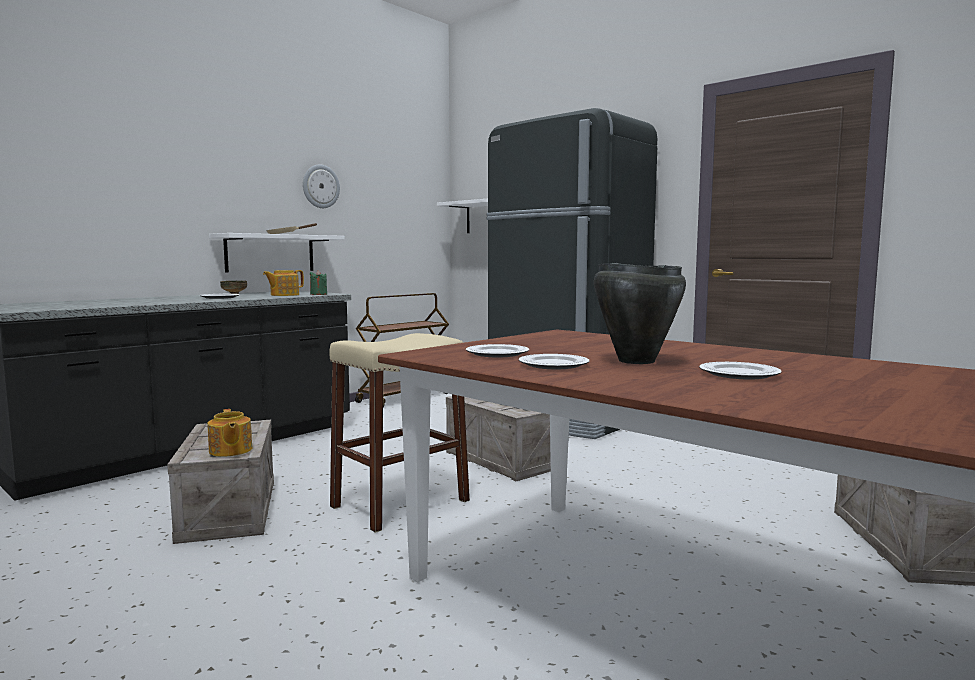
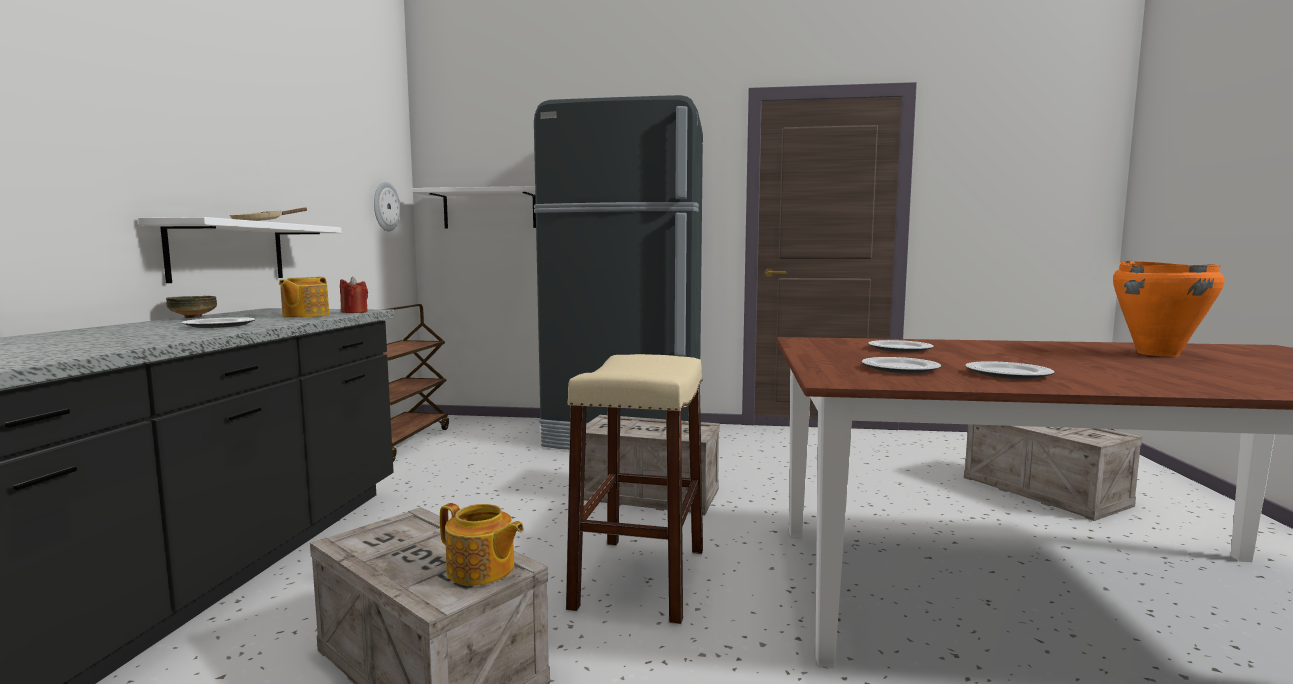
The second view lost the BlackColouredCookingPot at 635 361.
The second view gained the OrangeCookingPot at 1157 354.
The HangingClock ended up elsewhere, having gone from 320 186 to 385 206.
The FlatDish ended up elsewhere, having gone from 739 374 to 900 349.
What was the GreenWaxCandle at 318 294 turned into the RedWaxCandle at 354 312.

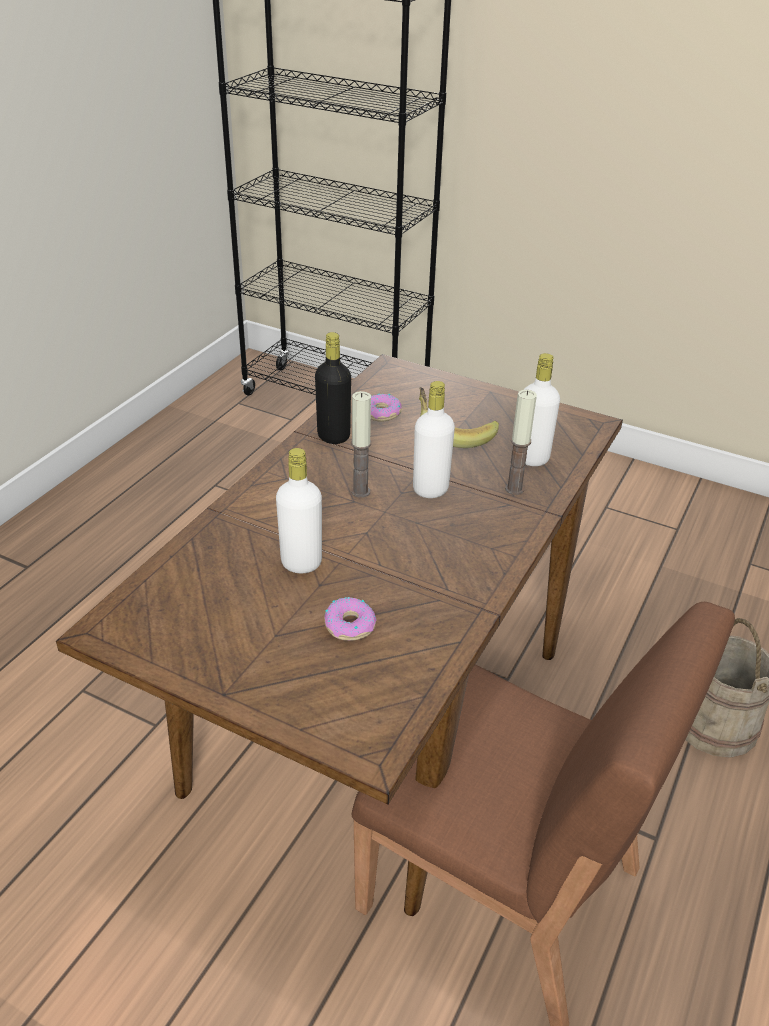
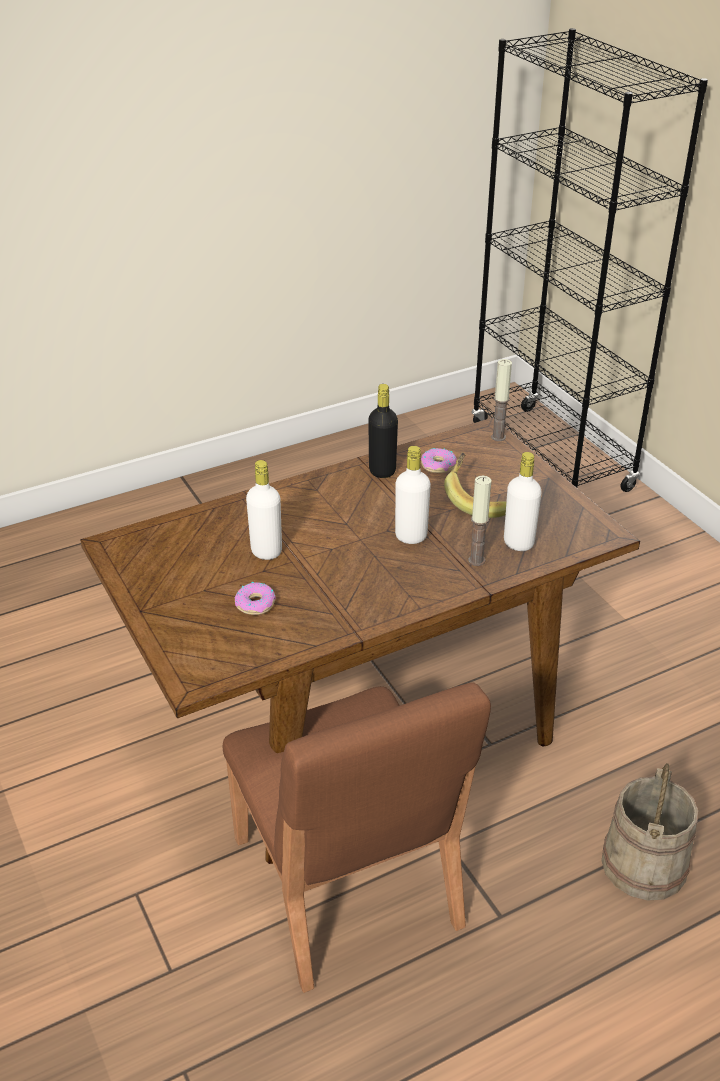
The WaxCandle ended up elsewhere, having gone from 360 491 to 498 437.

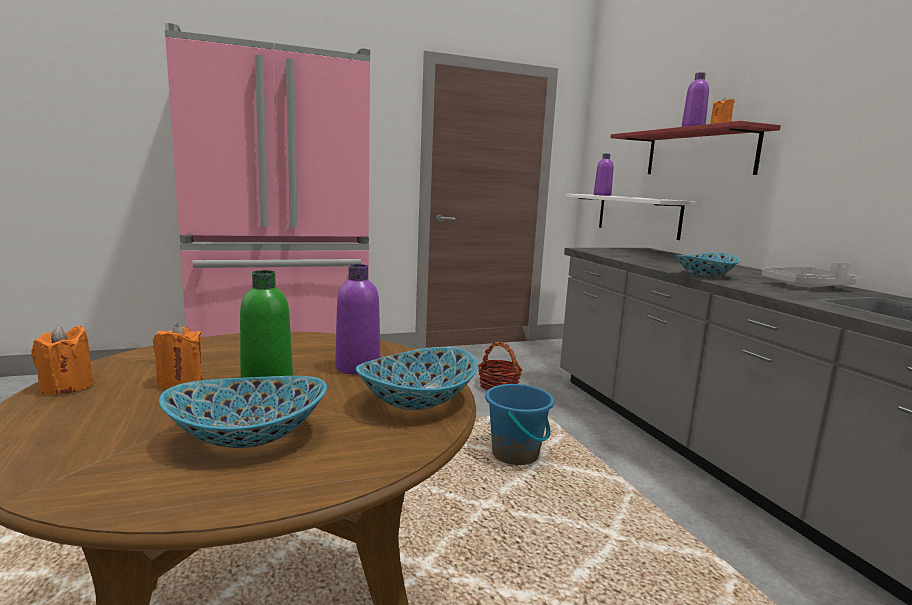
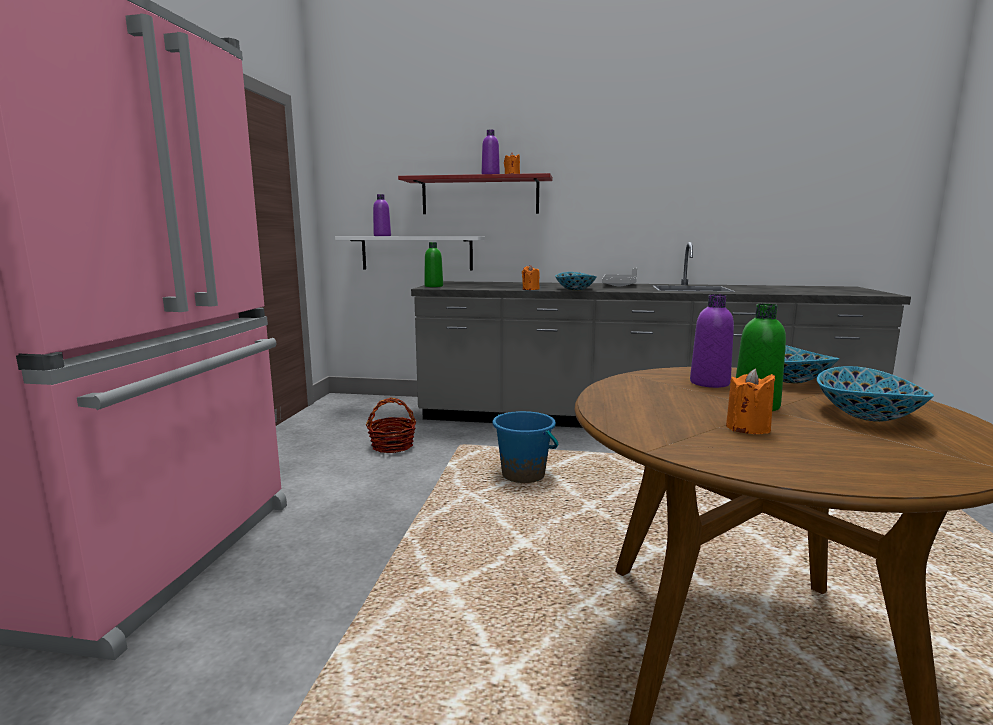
The second view gained the GreenBottle at 434 286.
The OrangeWaxCandle ended up elsewhere, having gone from 66 387 to 530 289.

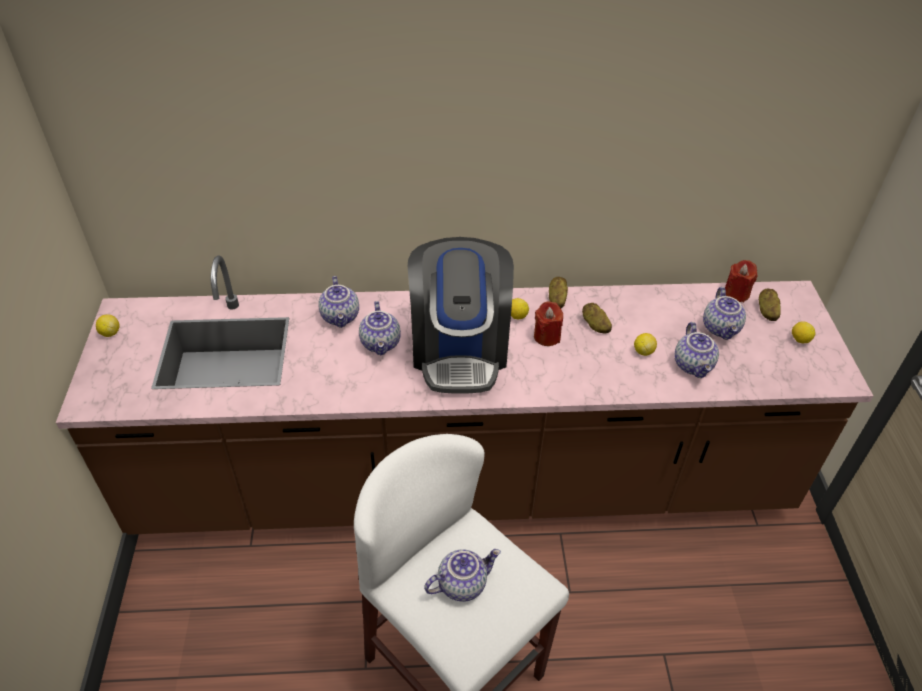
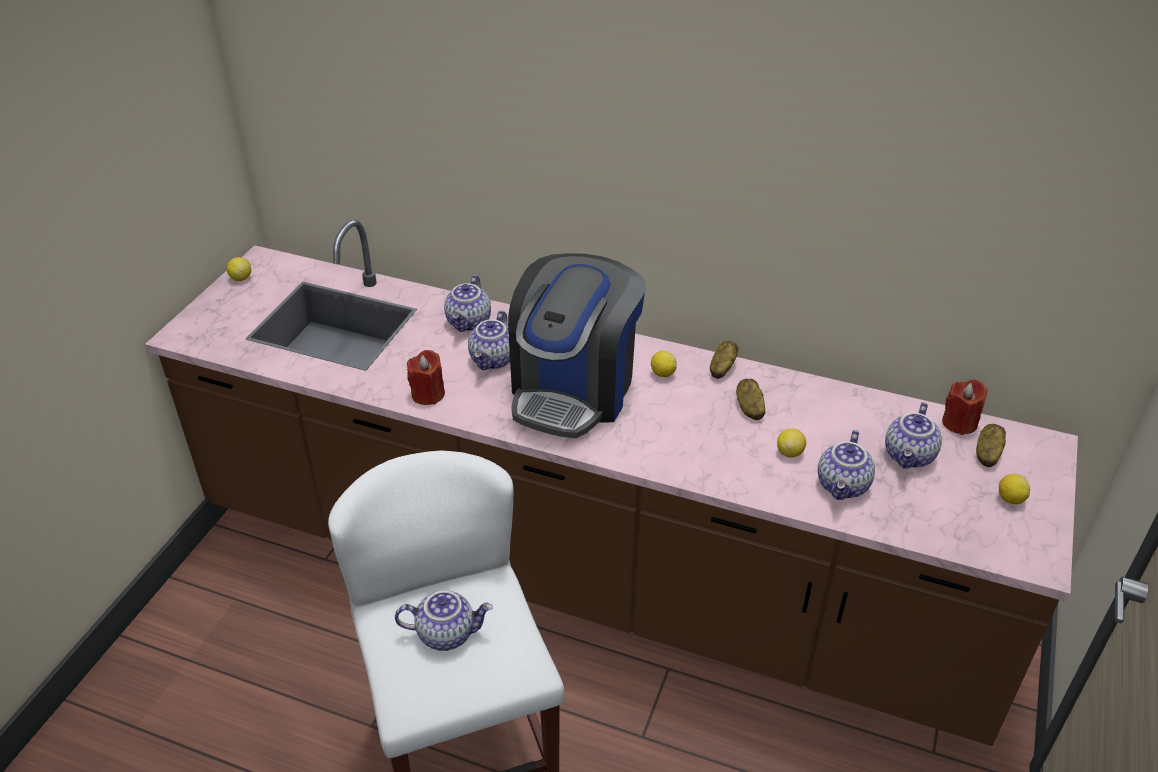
The RedWaxCandle ended up elsewhere, having gone from 547 336 to 428 394.

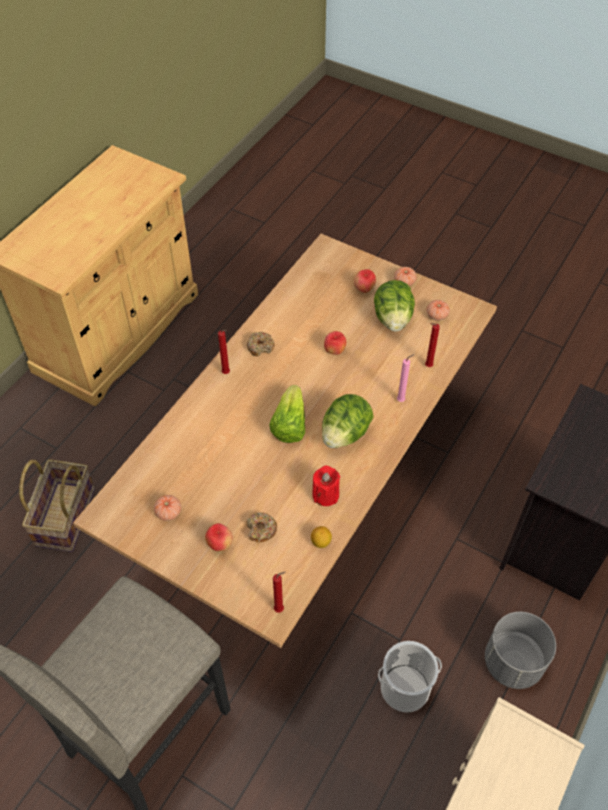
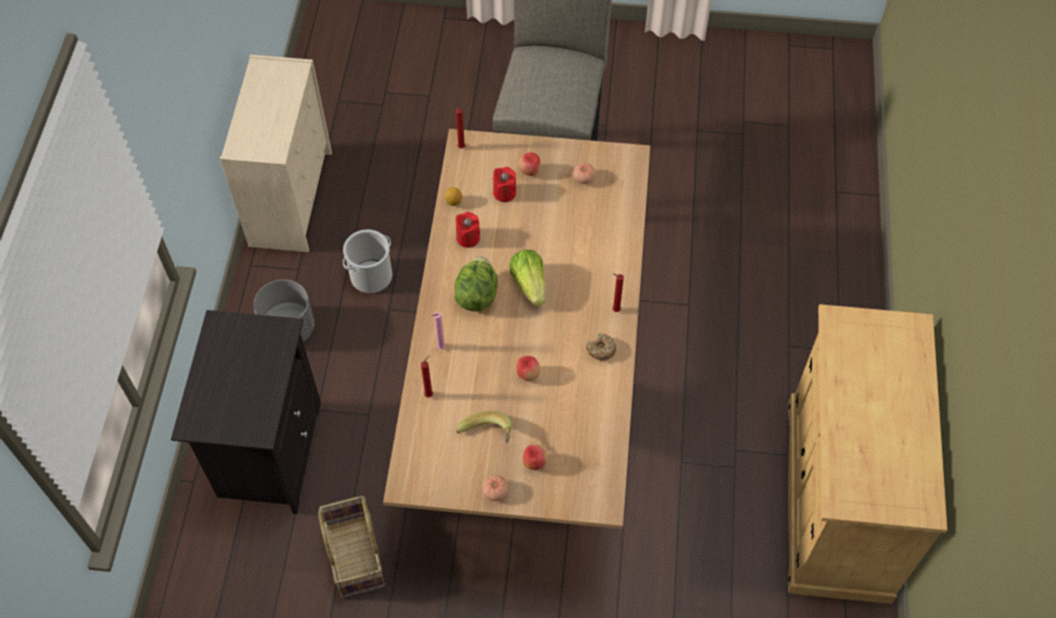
The second view lost the FreshTomato at 437 315.
The HouseholdBasket ended up elsewhere, having gone from 64 516 to 357 556.
Where the RingDoughnut stood at 261 530, the RedWaxCandle came to stand at 504 193.
Where the LettuceHead stood at 393 319, the WholeBanana came to stand at 487 437.

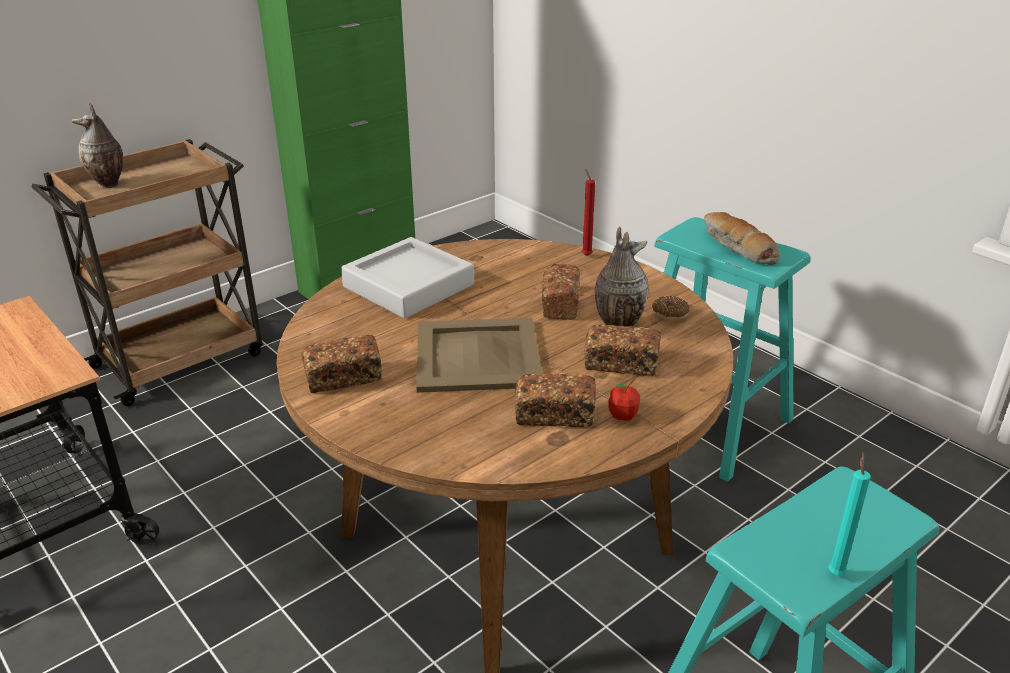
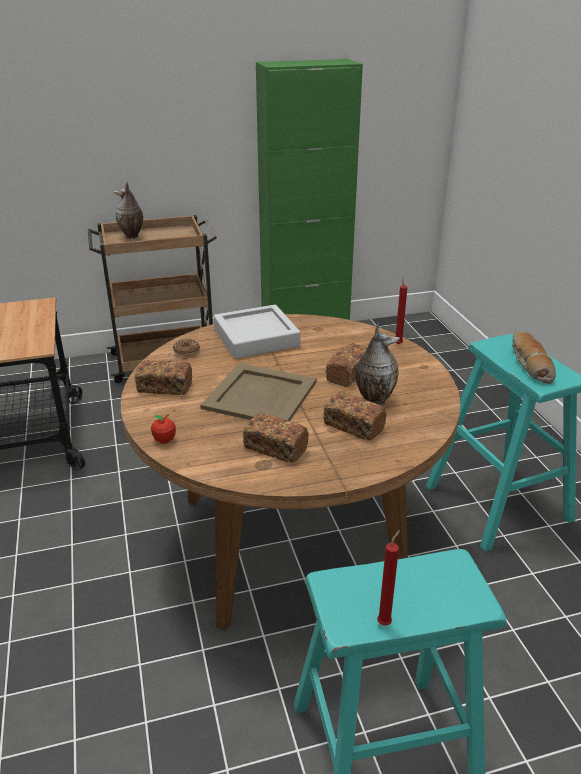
The Apple ended up elsewhere, having gone from 623 416 to 164 440.
The RingDoughnut ended up elsewhere, having gone from 670 314 to 186 351.
What was the TurquoiseColouredWaxCandle at 836 572 turned into the RedWaxCandle at 385 622.

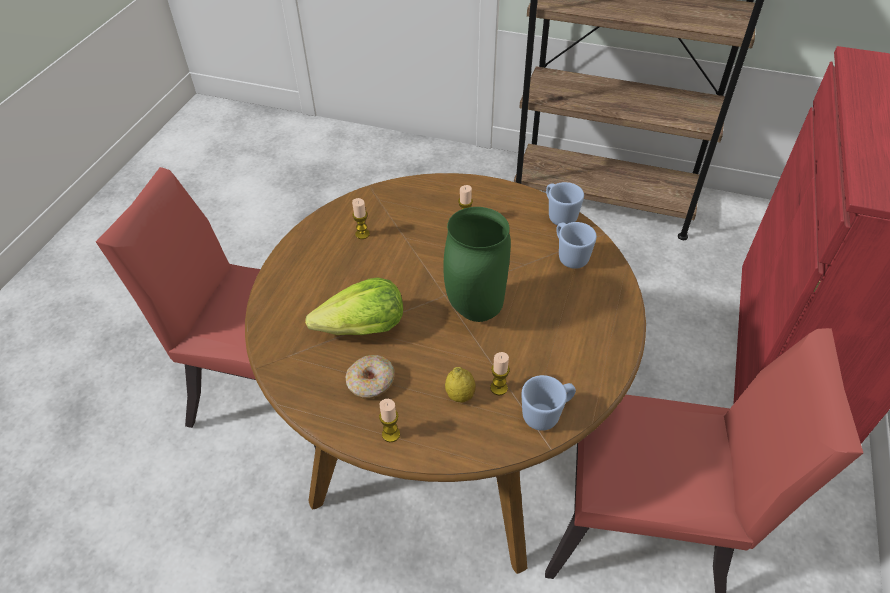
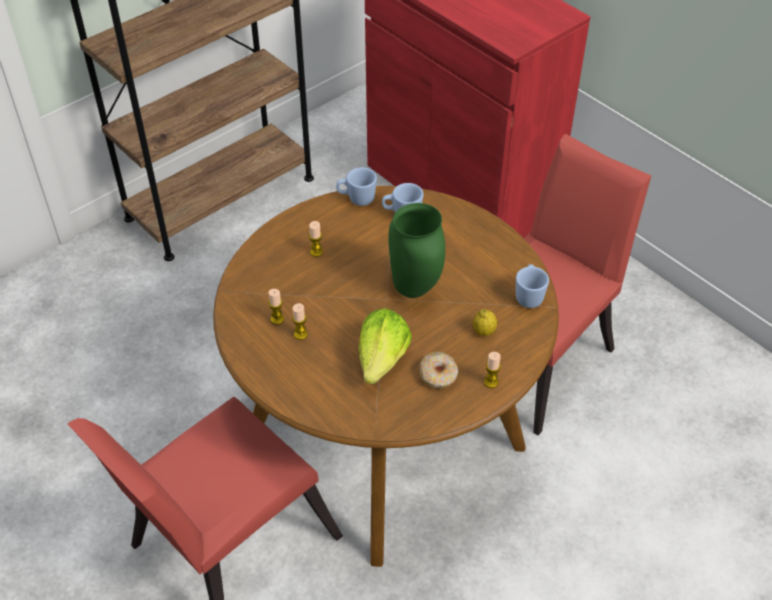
The WaxCandle ended up elsewhere, having gone from 498 388 to 300 334.

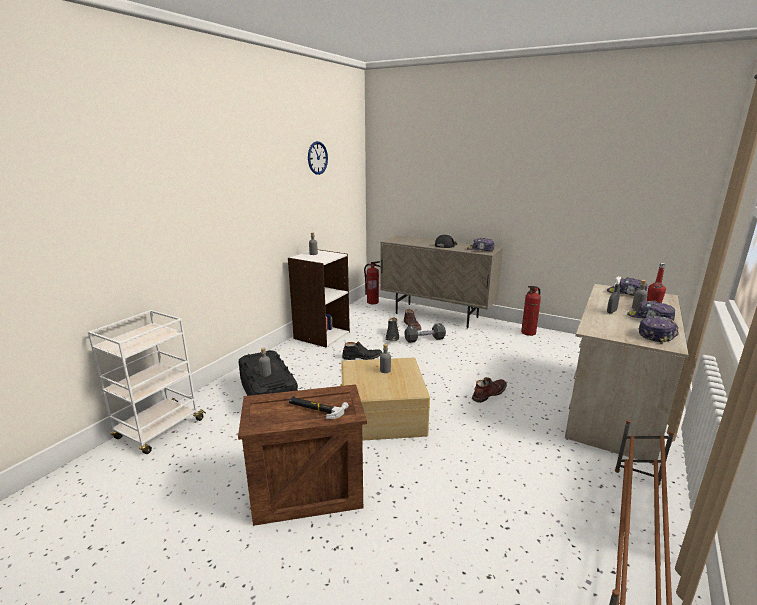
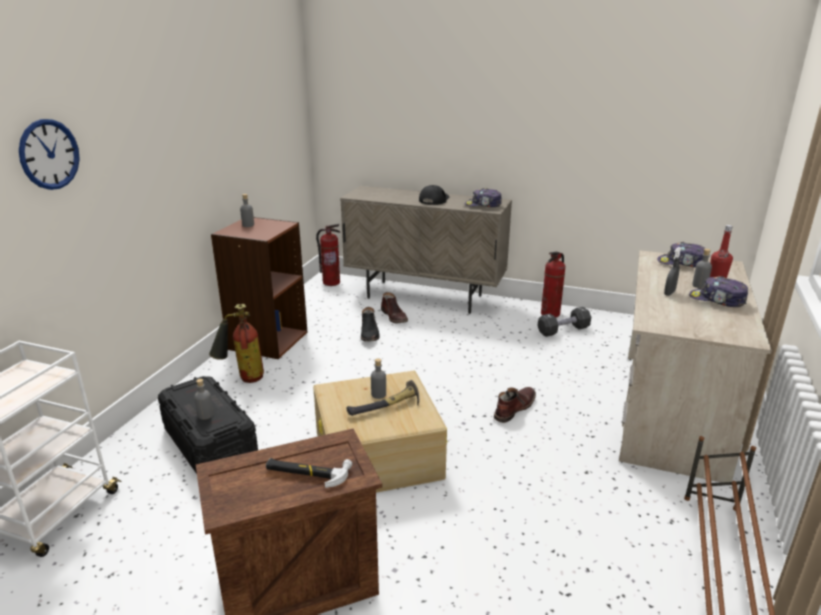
The second view lost the BlackColouredTallBoot at 362 357.
The second view lost the BaseballCap at 657 335.
The second view gained the FireExtinguisher at 242 378.
The second view gained the Hammer at 388 408.
The HangingClock ended up elsewhere, having gone from 317 158 to 49 154.
The BlackColouredFreeWeight ended up elsewhere, having gone from 424 339 to 563 330.
What was the WhitishBookshelf at 321 335 turned into the BrownColouredBookshelf at 267 340.

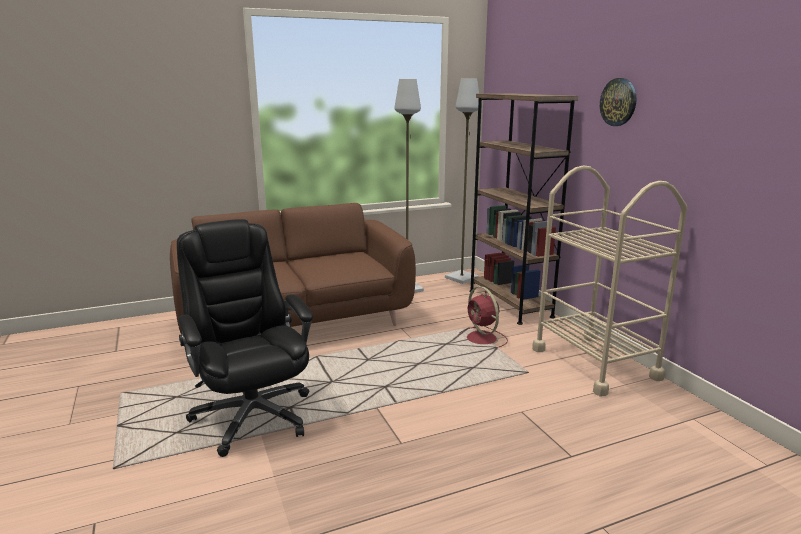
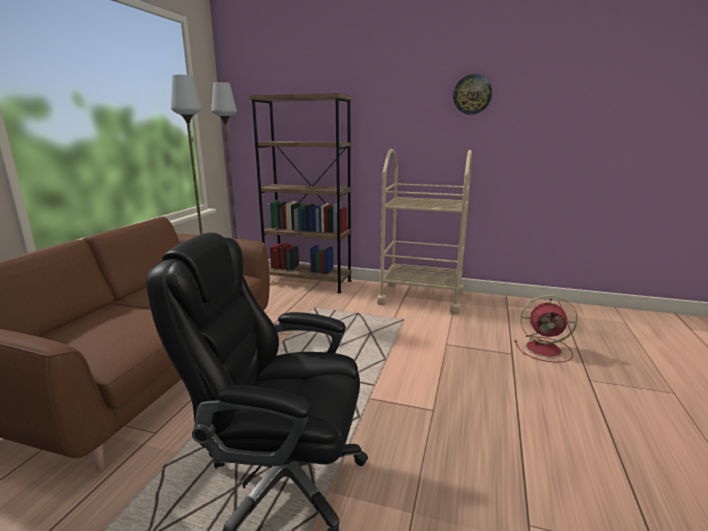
The RedElectricFan ended up elsewhere, having gone from 482 339 to 545 349.
The HangingClock ended up elsewhere, having gone from 618 102 to 472 94.

